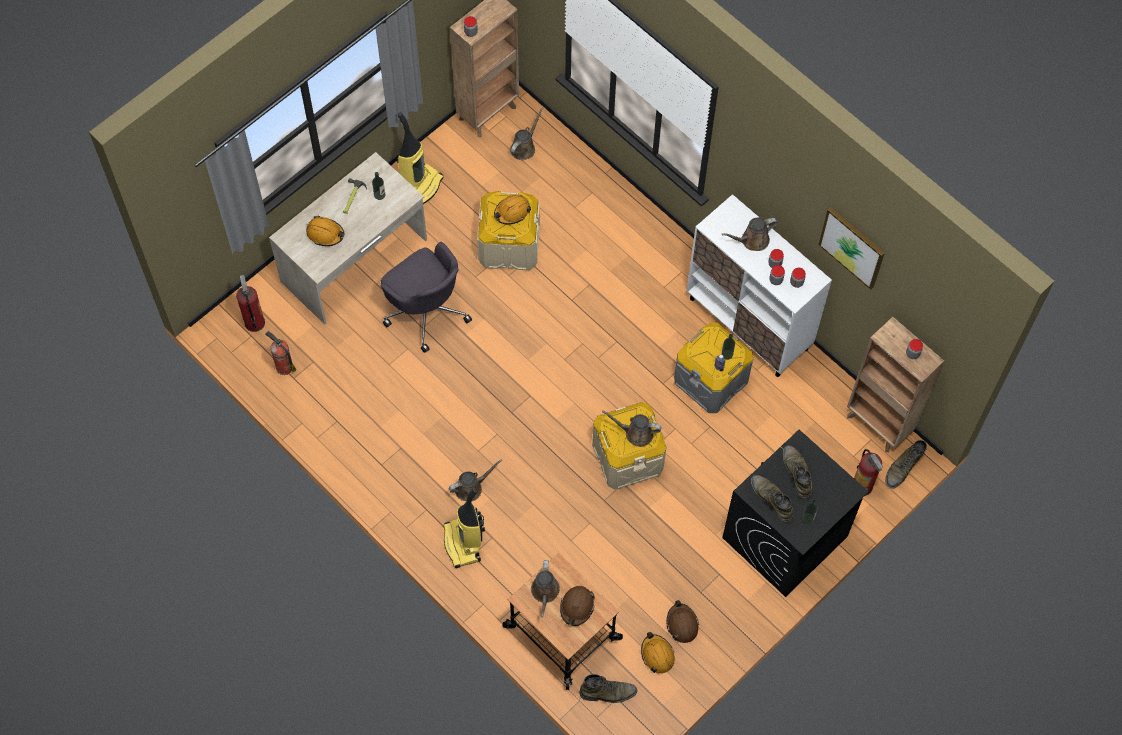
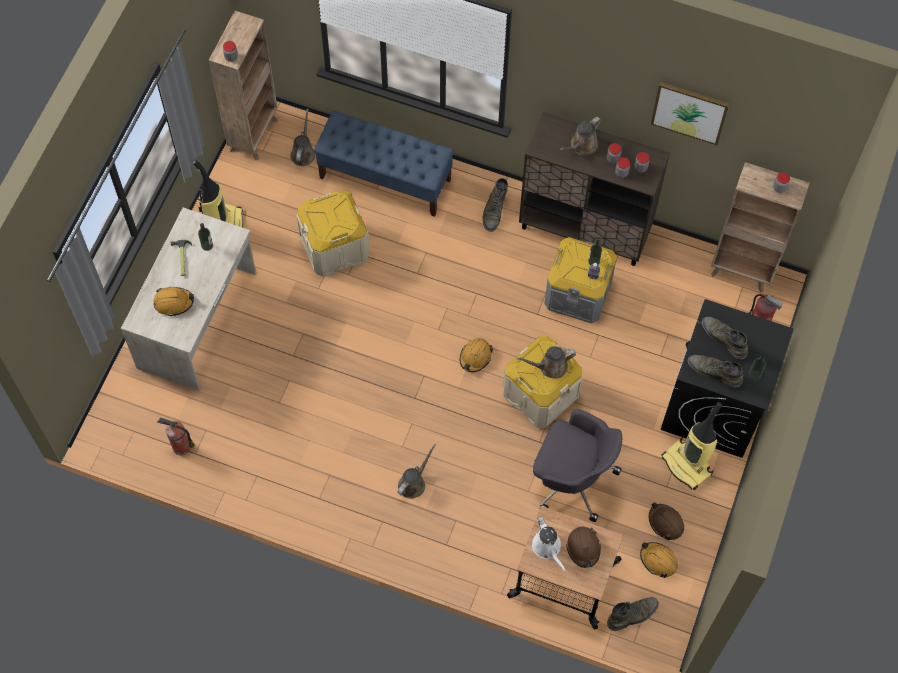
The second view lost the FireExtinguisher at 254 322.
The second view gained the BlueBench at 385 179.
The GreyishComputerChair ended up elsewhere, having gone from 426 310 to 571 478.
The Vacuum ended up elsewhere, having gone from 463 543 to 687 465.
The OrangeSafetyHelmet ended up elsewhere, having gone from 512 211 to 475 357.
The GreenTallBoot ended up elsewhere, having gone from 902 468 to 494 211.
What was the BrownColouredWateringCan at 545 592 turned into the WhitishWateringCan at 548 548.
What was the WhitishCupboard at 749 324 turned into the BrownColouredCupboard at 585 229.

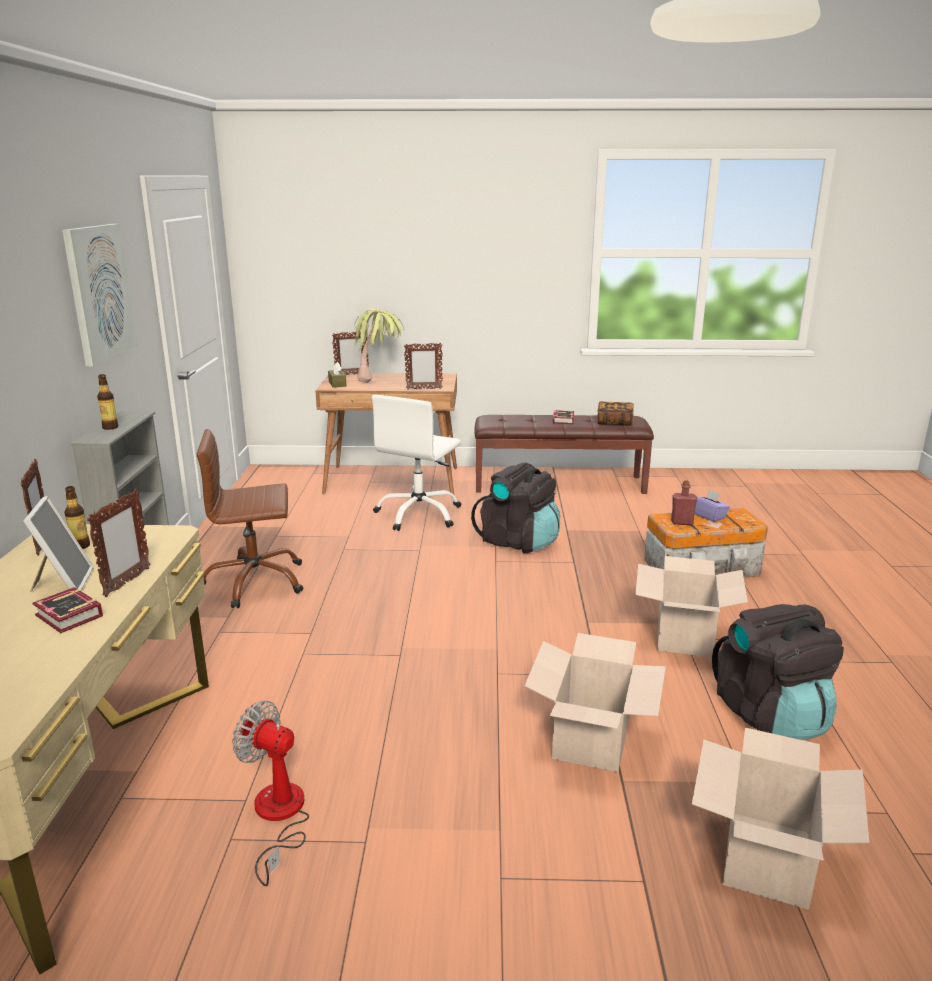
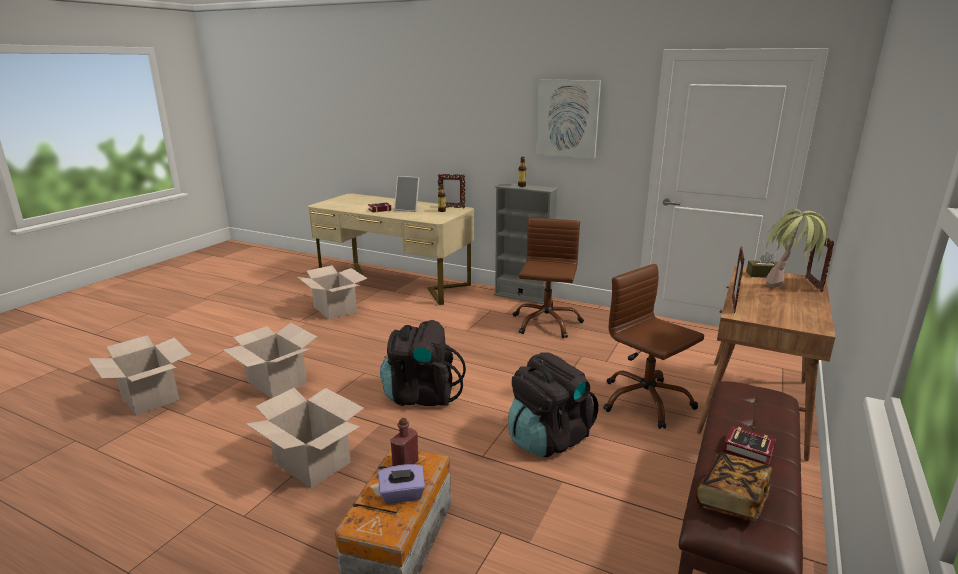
The second view lost the PhotoFrame at 127 582.
The BlackColouredKnapsack ended up elsewhere, having gone from 771 715 to 421 395.
Where the ElectricFan stood at 278 817, the Carton came to stand at 334 309.
What was the WhitishComputerChair at 419 514 turned into the BrownColouredComputerChair at 645 401.

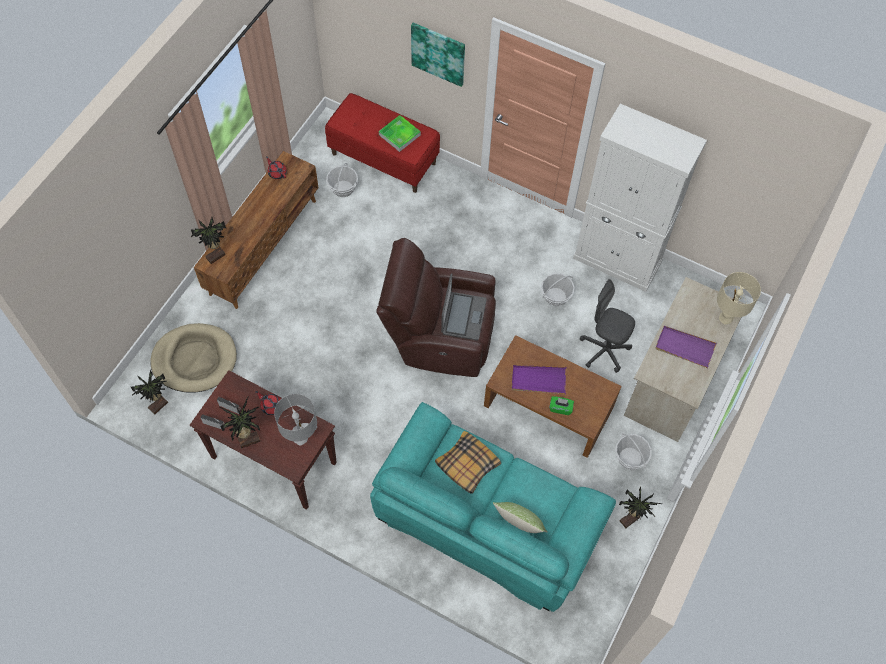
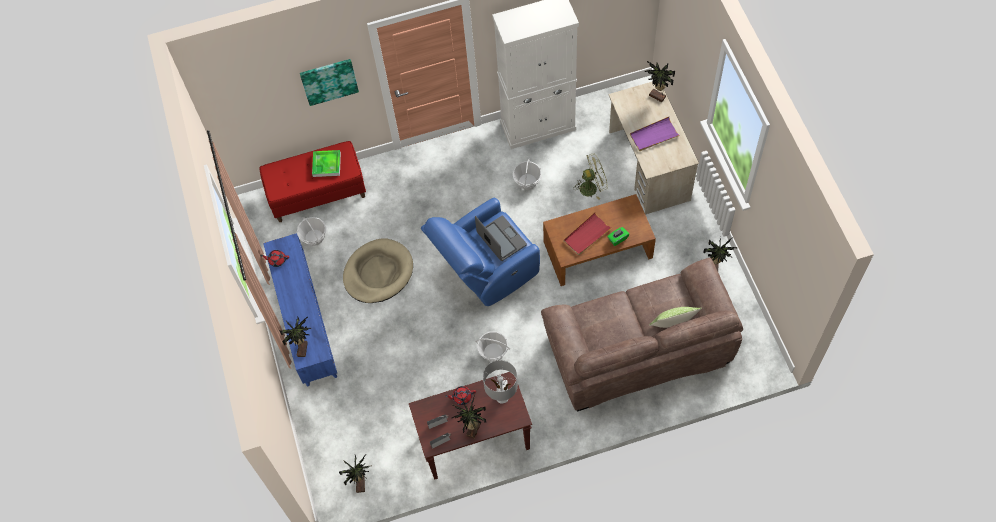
The second view lost the Pillow at 467 465.
The BeigeDogBed ended up elsewhere, having gone from 195 360 to 378 273.
The HouseholdBasket ended up elsewhere, having gone from 630 458 to 493 352.
Where the GreyishComputerChair stood at 604 350, the GreenElectricFan came to stand at 591 187.
Where the BeigeTabletopLamp stood at 726 318, the PottedPlant came to stand at 657 97.
What was the BrownColouredTvStand at 263 246 turned into the BlueTvStand at 305 322.
What was the TurquoiseColouredCouch at 485 523 turned into the BrownColouredCouch at 639 351.
What was the BrownColouredArmchair at 439 335 turned into the BlueArmchair at 485 270.
What was the PurpleColouredServingTray at 538 380 turned into the RedServingTray at 587 235.

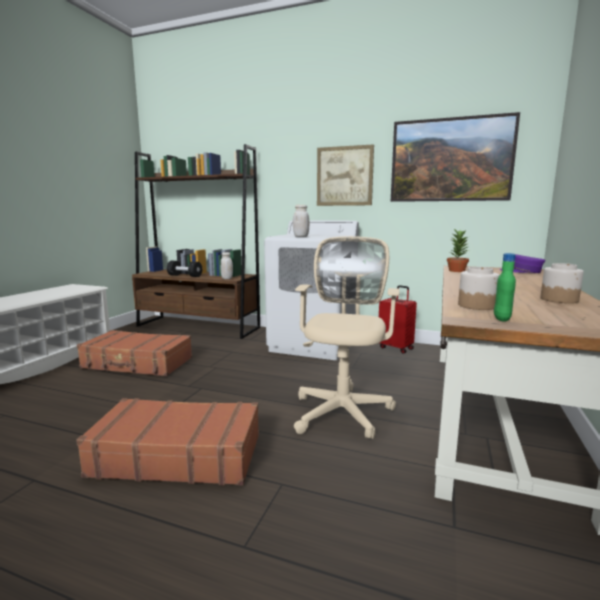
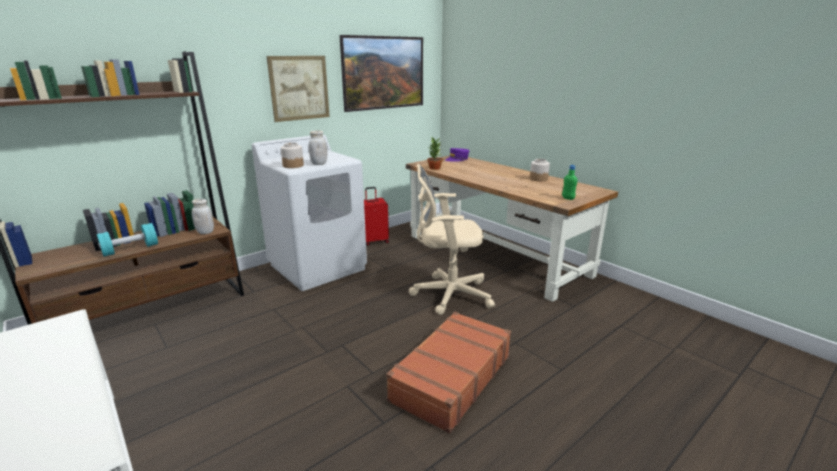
The second view lost the BrownColouredSuitcase at 137 363.
The PreserveJar ended up elsewhere, having gone from 476 306 to 293 165.
What was the BlackColouredFreeWeight at 185 276 turned into the TurquoiseColouredFreeWeight at 131 249.
The BeigeComputerChair at 343 410 ended up facing another way, 45 degrees counterclockwise from before.

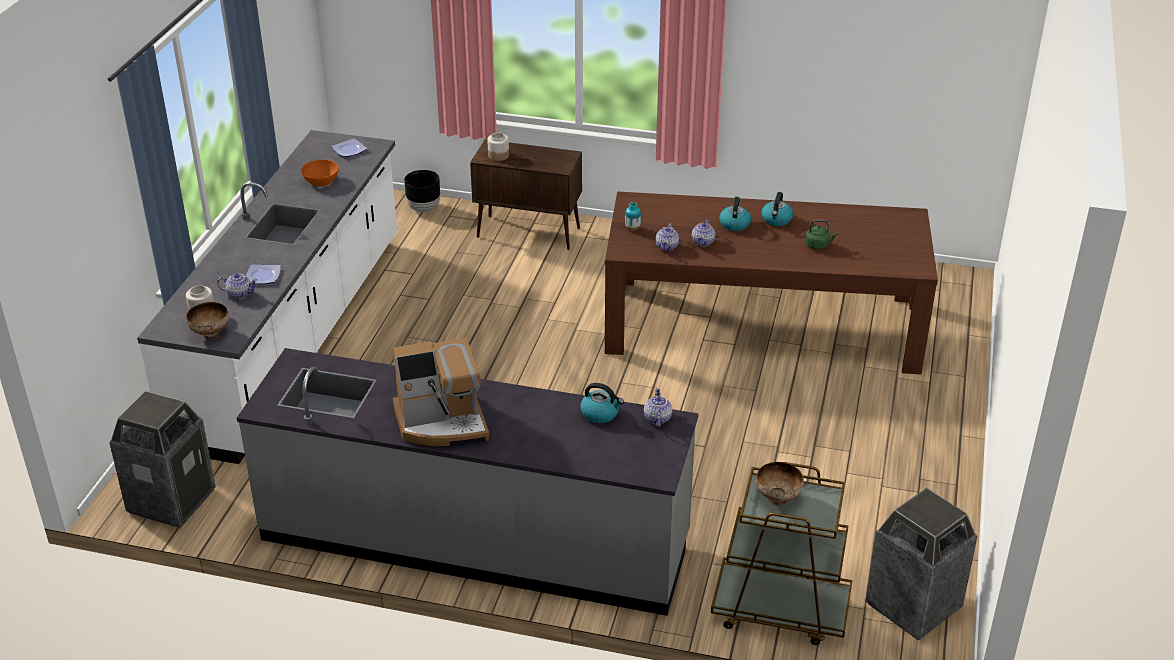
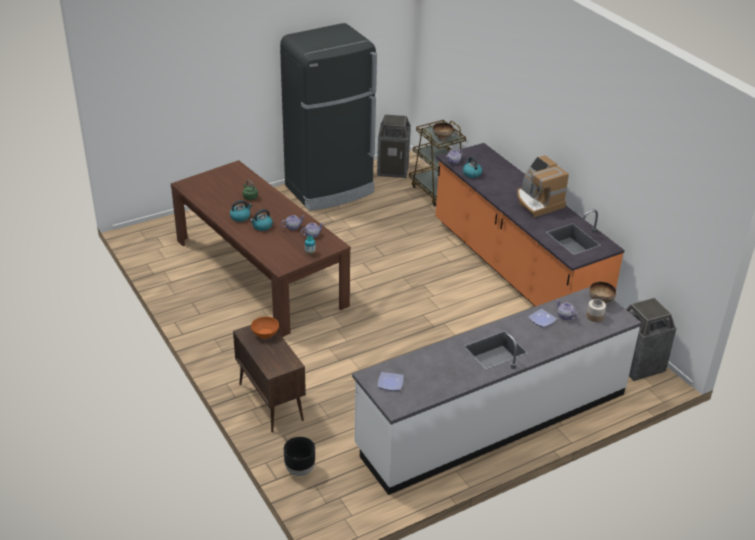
The second view lost the PreserveJar at 498 155.
The second view gained the BlackColouredKitchenFridge at 330 190.
The OrangeServingBowl ended up elsewhere, having gone from 321 181 to 265 333.
What was the GreyishKitchenBaseUnit at 475 538 turned into the OrangeKitchenBaseUnit at 515 270.
The CoffeeMachine at 442 423 ended up facing another way, 150 degrees counterclockwise from before.

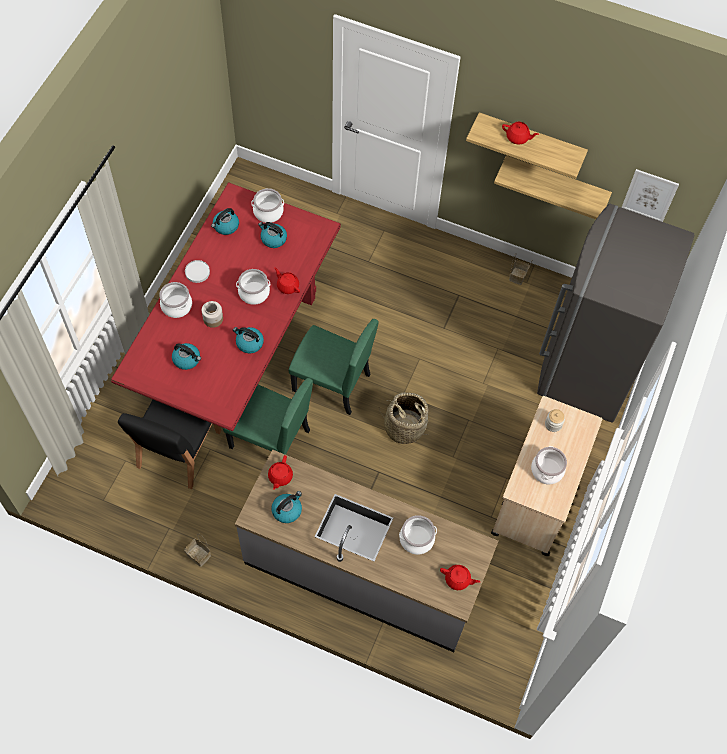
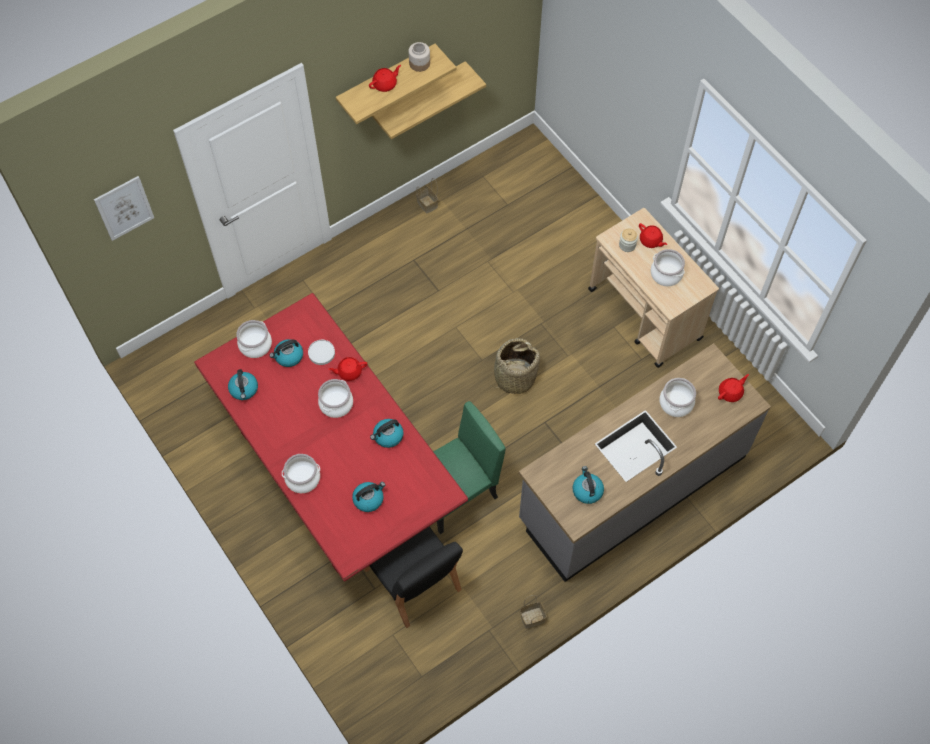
The second view lost the GreenChair at 331 383.
The second view lost the GreyishKitchenFridge at 587 367.
The WhitishFlatDish ended up elsewhere, having gone from 197 272 to 321 353.
The PreserveJar ended up elsewhere, having gone from 213 319 to 420 63.
The RedPotForTea ended up elsewhere, having gone from 280 477 to 651 241.
The Picture ended up elsewhere, having gone from 649 195 to 124 208.

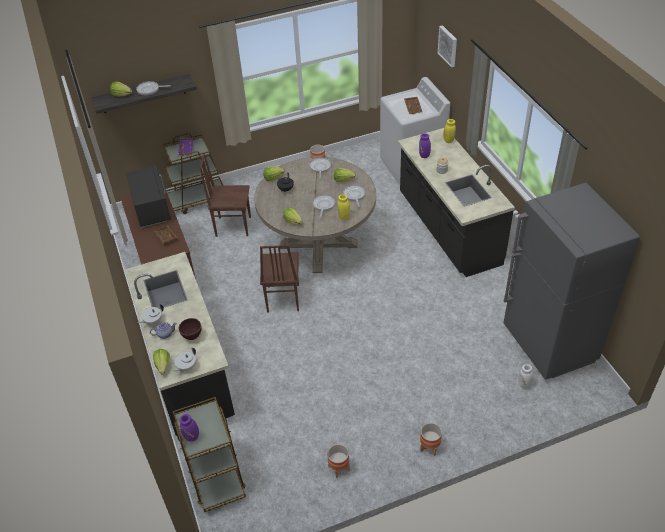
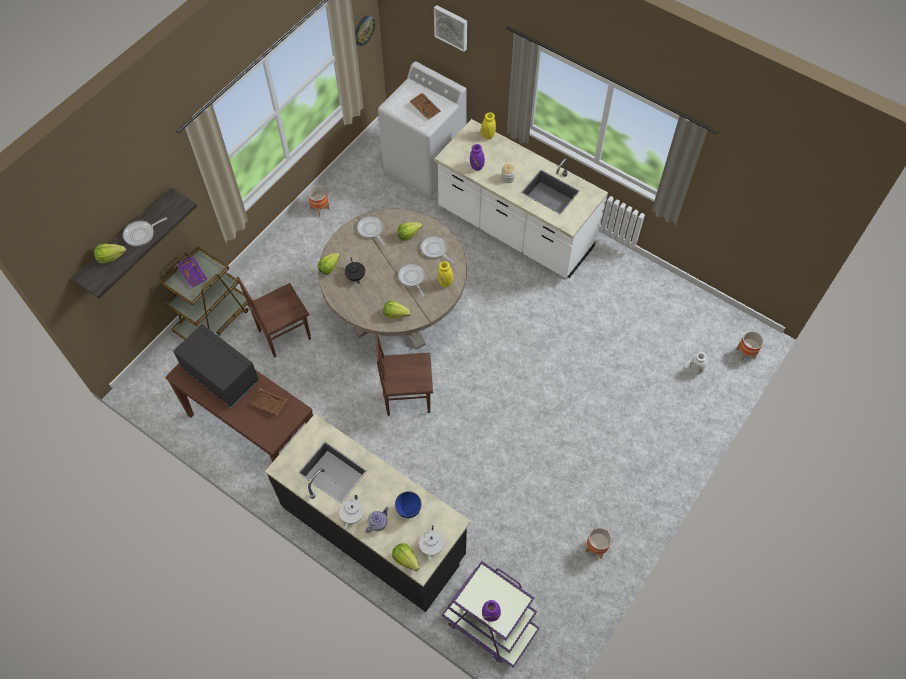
The second view lost the GreyishKitchenFridge at 548 345.
The second view gained the HangingClock at 363 30.
The PlantPot ended up elsewhere, having gone from 429 447 to 745 353.
What was the BrownColouredWheeledCart at 215 475 turned into the PurpleColouredWheeledCart at 489 624.
What was the BrownColouredServingBowl at 192 337 turned into the BlueServingBowl at 408 510.
What was the BlackColouredKitchenBaseUnit at 448 229 turned into the WhitishKitchenBaseUnit at 515 229.
The BrownColouredChair at 282 298 ended up facing another way, 120 degrees clockwise from before.

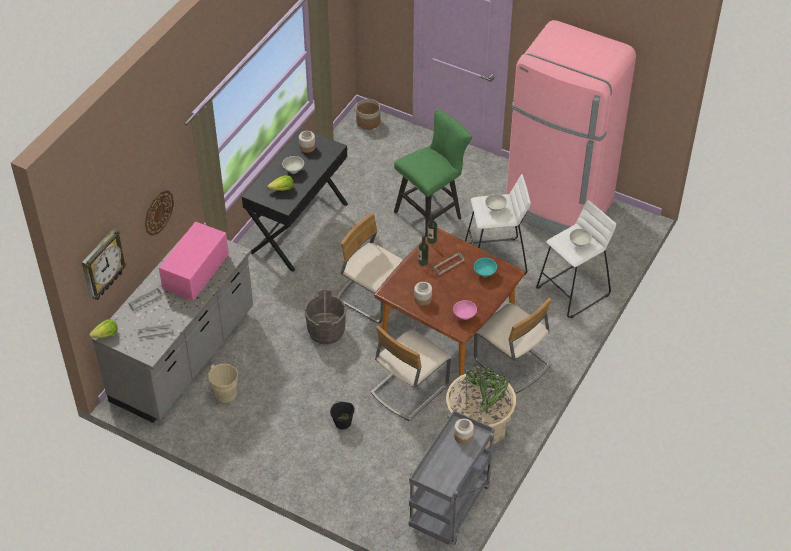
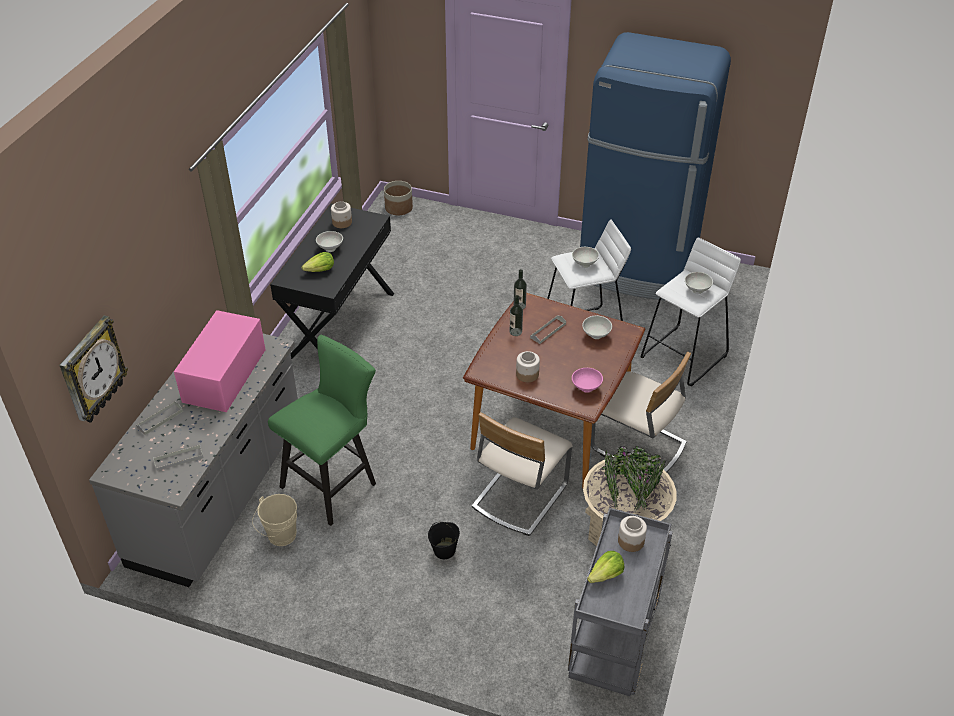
The second view lost the HangingClock at 158 212.
The second view lost the GreyishPail at 326 331.
The second view lost the BeigeChair at 373 297.
The LettuceHead ended up elsewhere, having gone from 106 335 to 606 575.
The GreenStoolSeat ended up elsewhere, having gone from 432 214 to 334 483.
What was the TurquoiseColouredServingBowl at 485 274 turned into the WhitishServingBowl at 597 336.
What was the PinkColouredKitchenFridge at 558 207 turned into the BlueKitchenFridge at 638 269.

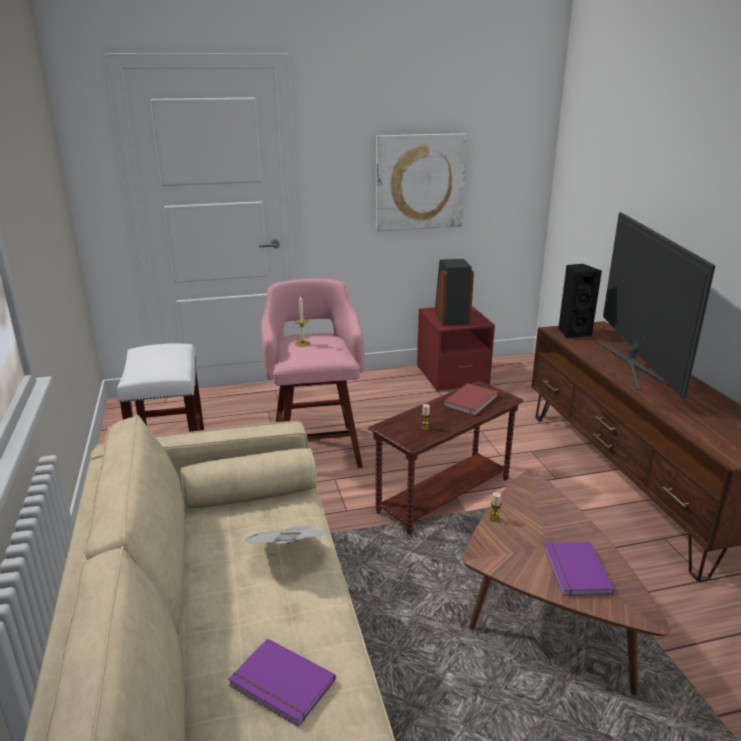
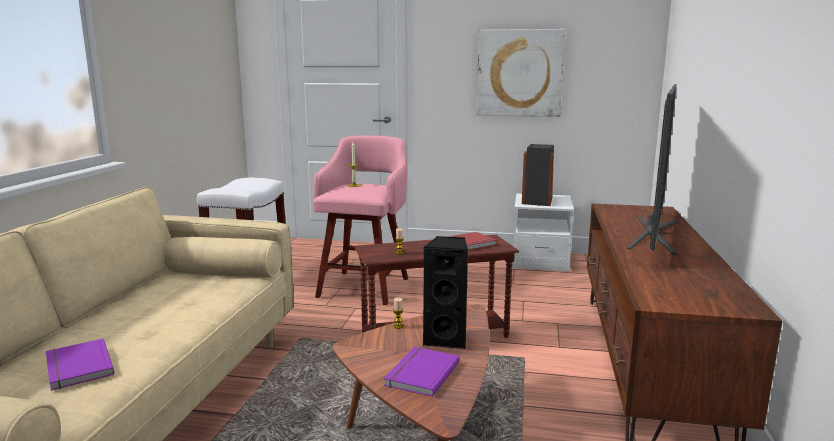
The second view lost the PrintedPaper at 289 552.
The BlackColouredAudioSpeaker ended up elsewhere, having gone from 573 332 to 447 339.
What was the RedNightstand at 452 375 turned into the WhitishNightstand at 540 261.

